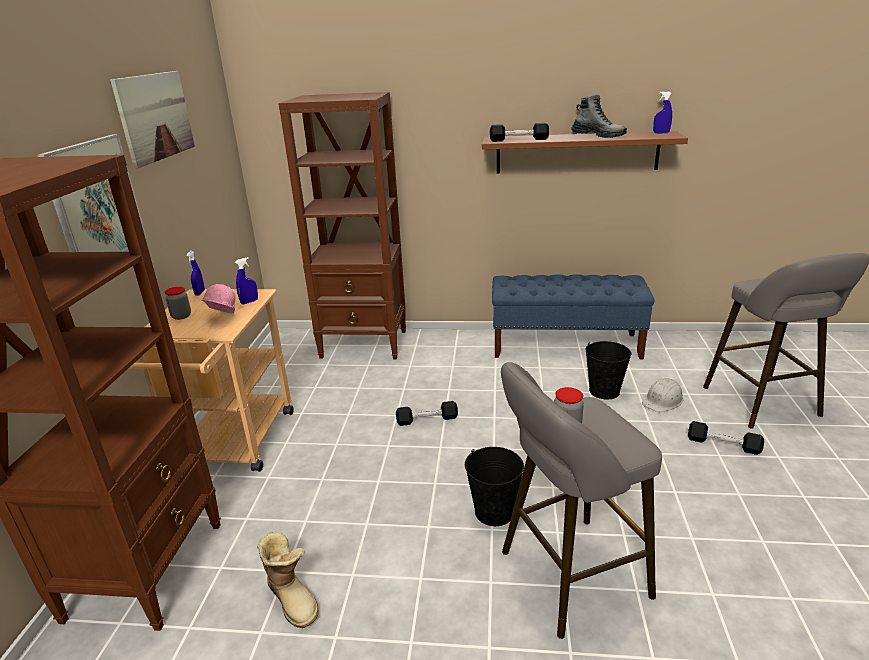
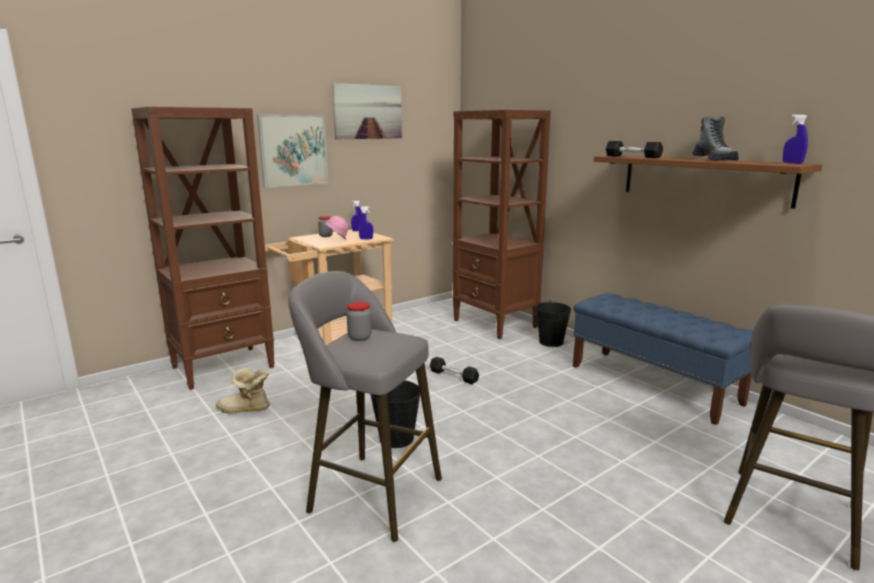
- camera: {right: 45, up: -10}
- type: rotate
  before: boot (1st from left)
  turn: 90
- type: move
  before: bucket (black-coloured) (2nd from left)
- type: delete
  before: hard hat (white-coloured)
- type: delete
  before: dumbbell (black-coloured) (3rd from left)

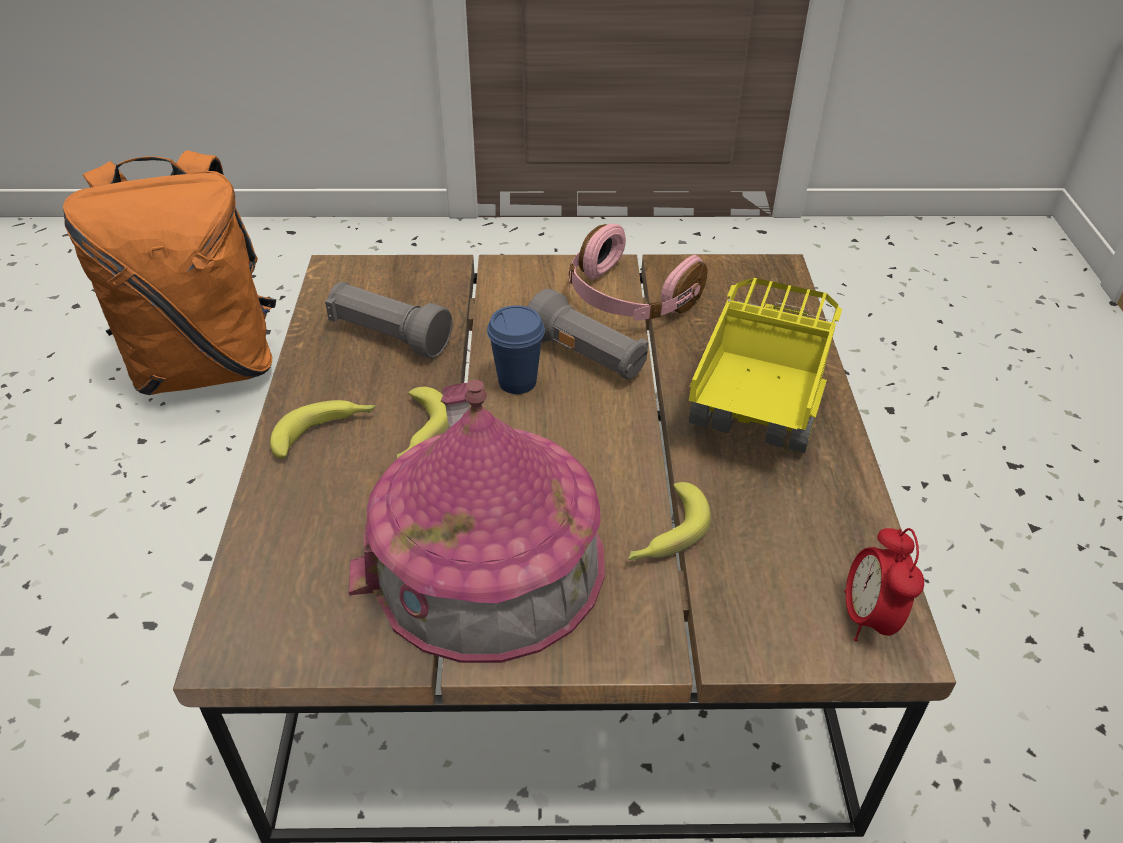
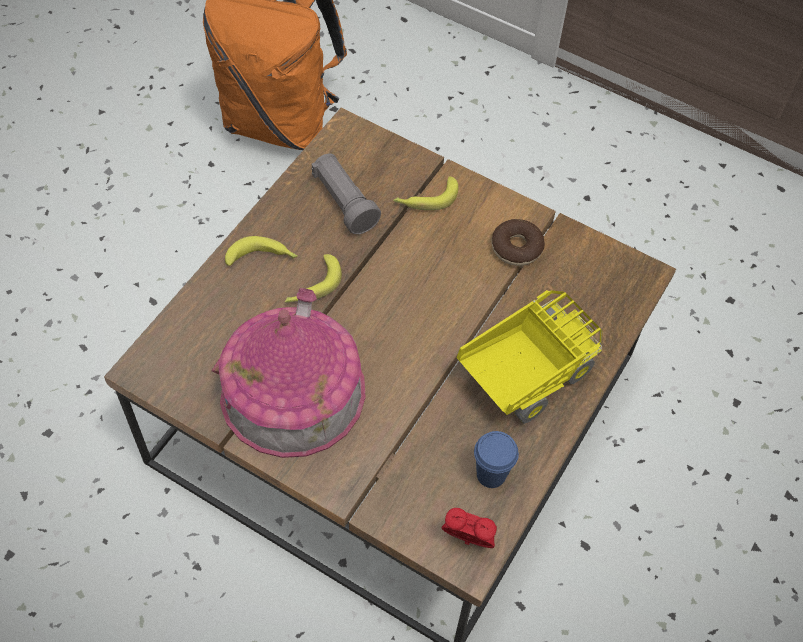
- camera: {right: 30, up: 15}
- type: move
  before: banana (3rd from left)
- type: rotate
  before: alarm clock
  turn: 75
- type: move
  before: small cup (blue)
- type: replace
  before: pair of headphones (pink)
  after: doughnut
- type: delete
  before: hand torch (grey) (2nd from left)

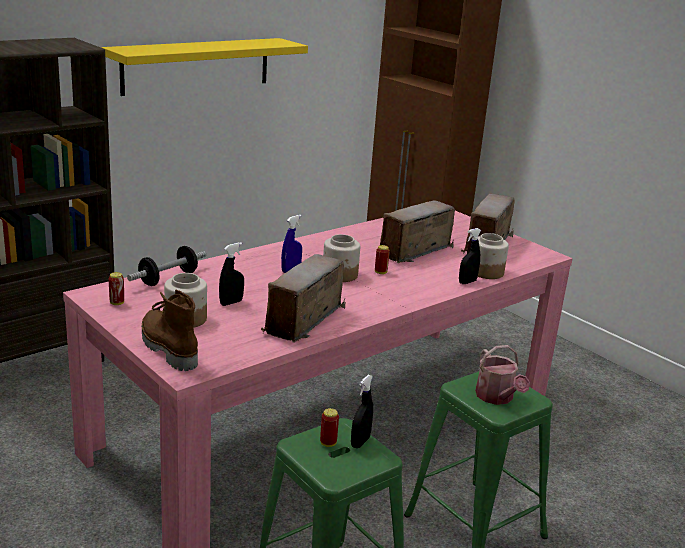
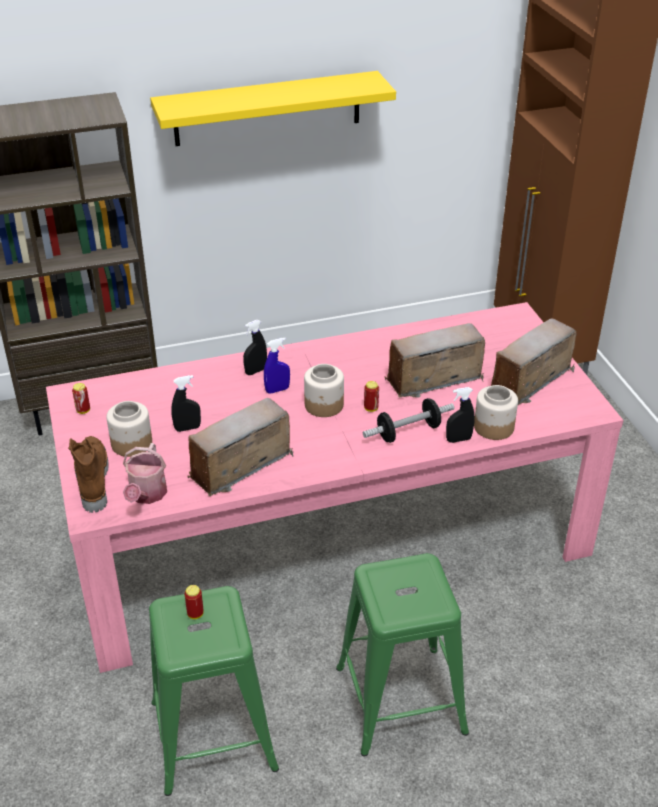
- camera: {right: 25, up: 15}
- type: move
  before: watering can
- type: move
  before: spray bottle (black-coloured) (2nd from left)
- type: move
  before: dumbbell

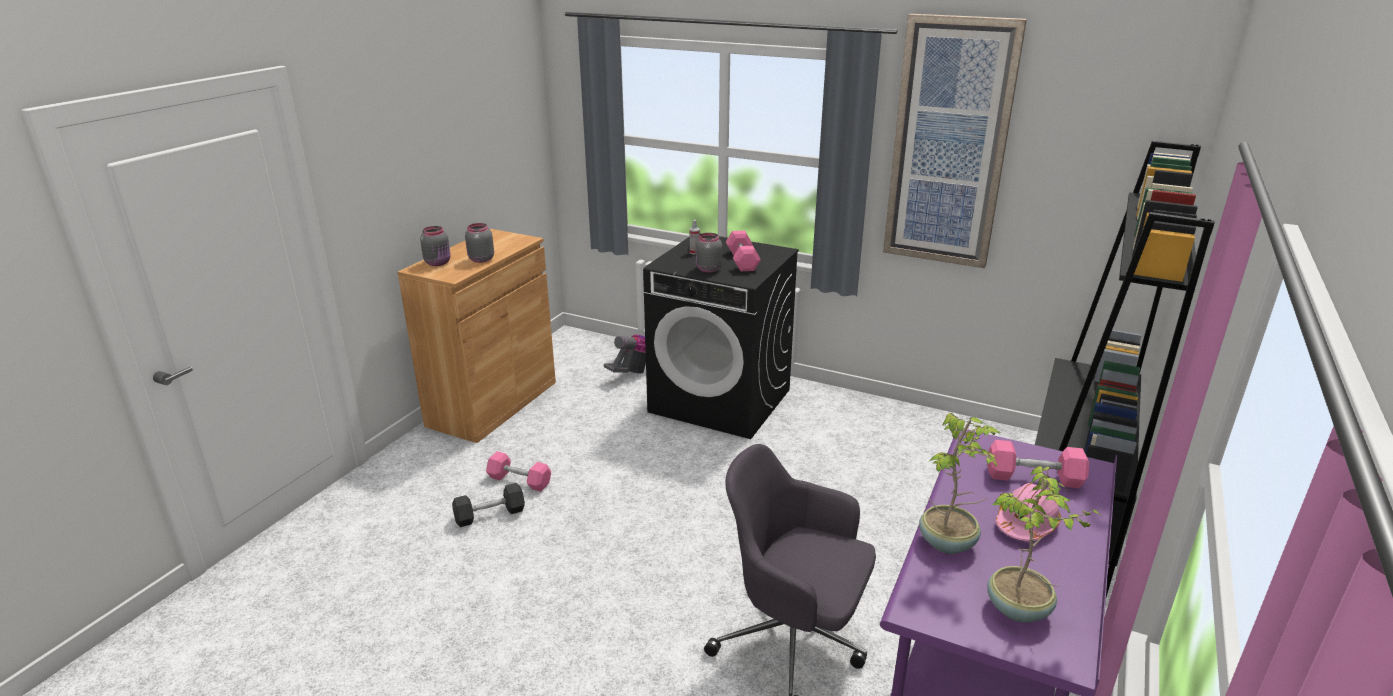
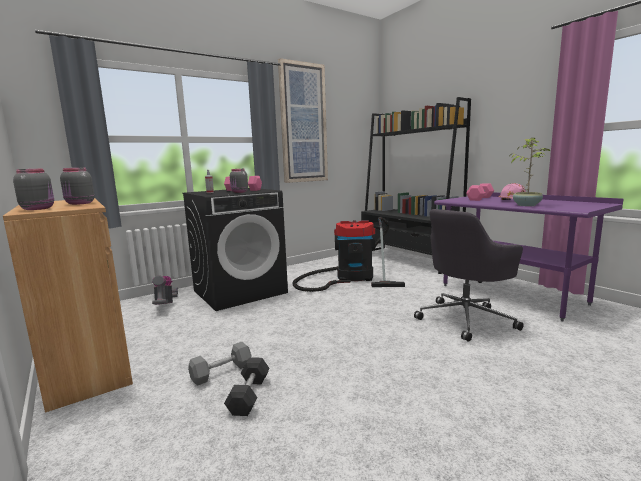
- camera: {right: -60, up: -15}
- type: recolor
  before: dumbbell (pink) (1st from left)
  after: dumbbell (grey) (1st from left)
- type: insert
  after: vacuum cleaner (2nd from left)
- type: delete
  before: potted plant (2nd from left)

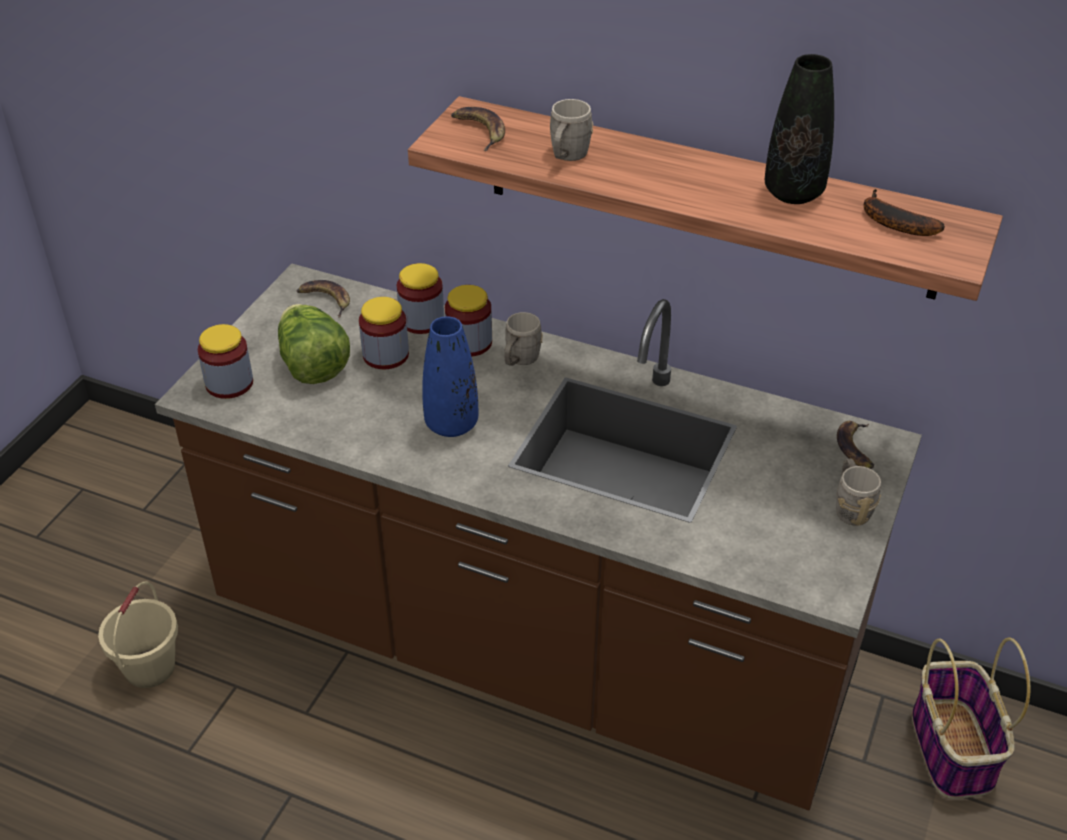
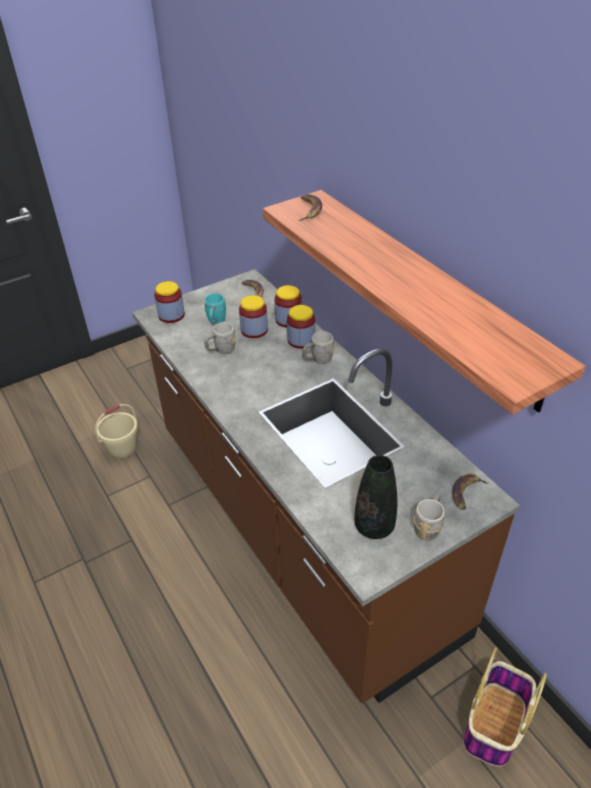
- camera: {right: 35, up: 0}
- type: move
  before: tea mug (grey) (2nd from left in the first image)
  after: tea mug (grey) (1st from left)
- type: replace
  before: lettuce
  after: tea mug (blue-green)
- type: move
  before: vase (black-coloured)
- type: delete
  before: vase (blue)
- type: delete
  before: banana (4th from left)

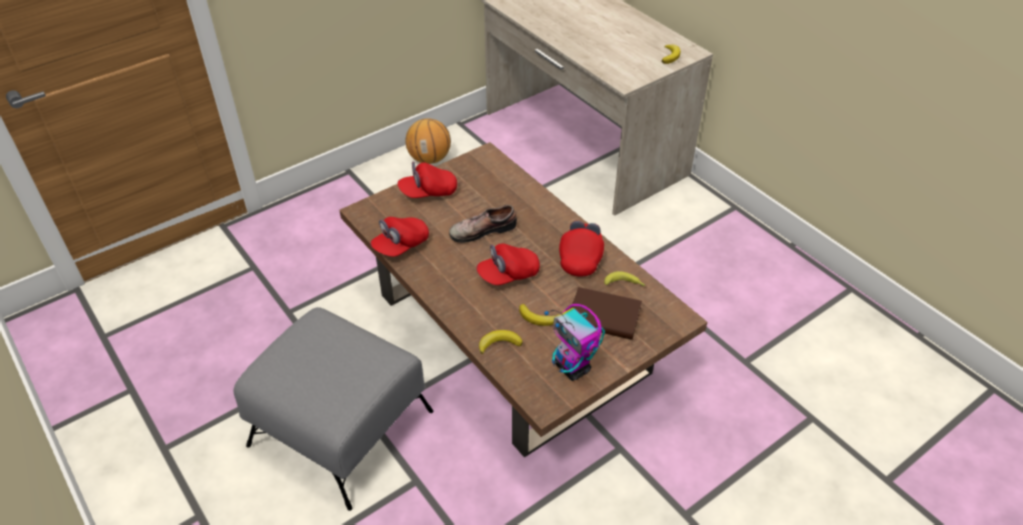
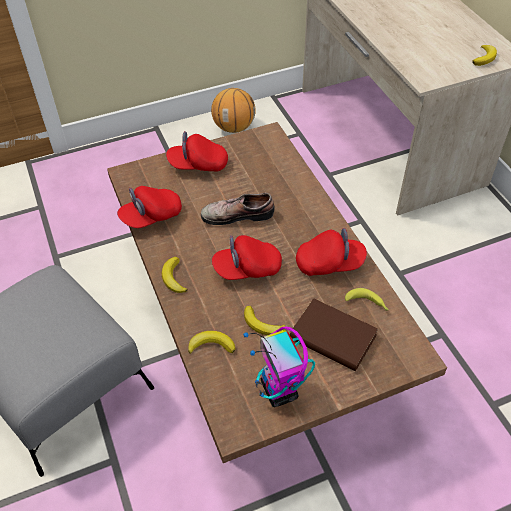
- camera: {right: 15, up: 5}
- type: insert
  after: banana (1st from left)
- type: rotate
  before: baseball cap (red) (4th from left)
  turn: 60

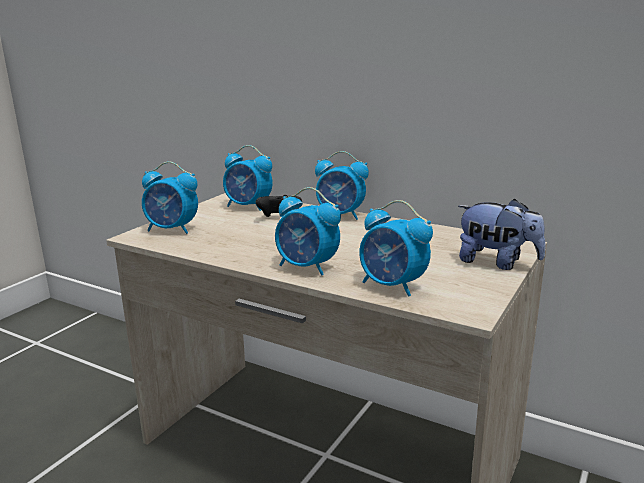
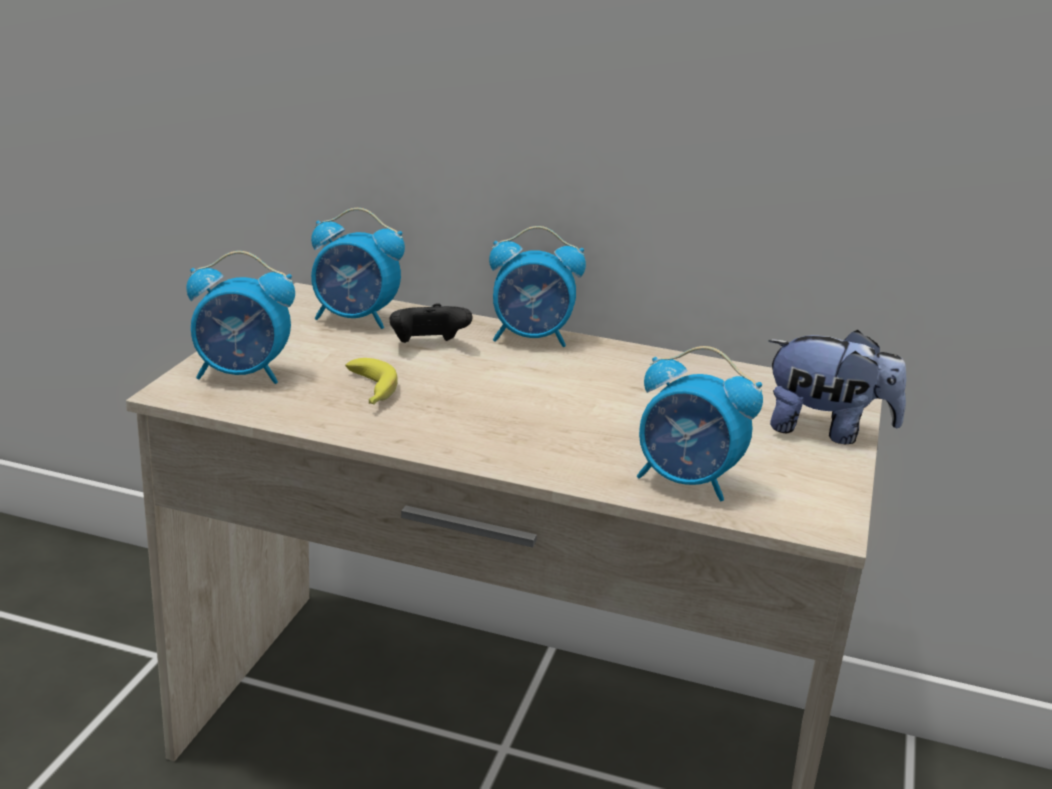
- camera: {right: -15, up: 5}
- type: insert
  after: banana
- type: delete
  before: alarm clock (3rd from left)

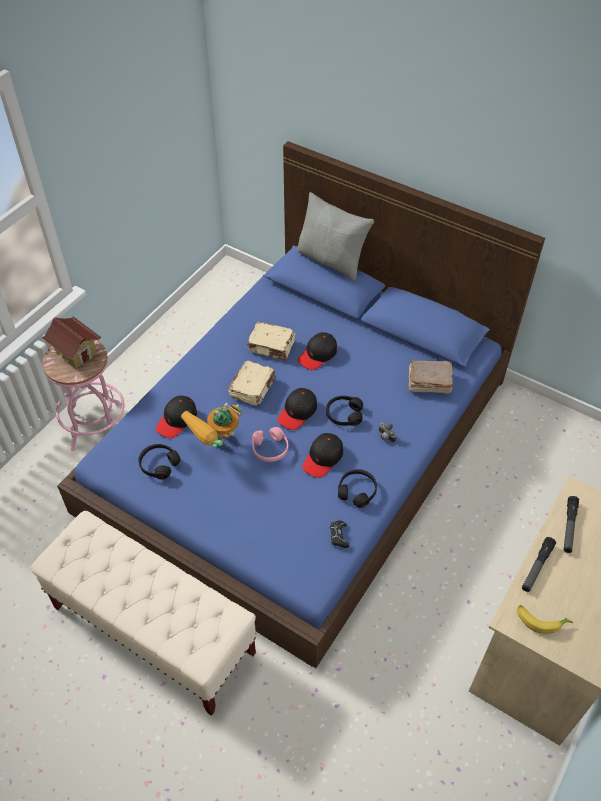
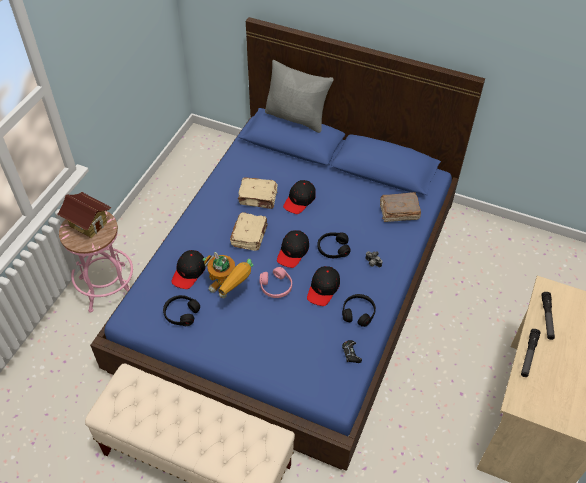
- camera: {right: -10, up: 0}
- type: rotate
  before: robot figure
  turn: -90
- type: delete
  before: banana

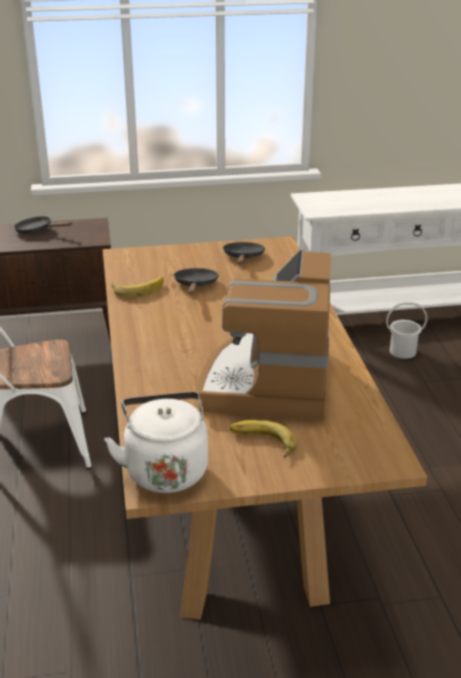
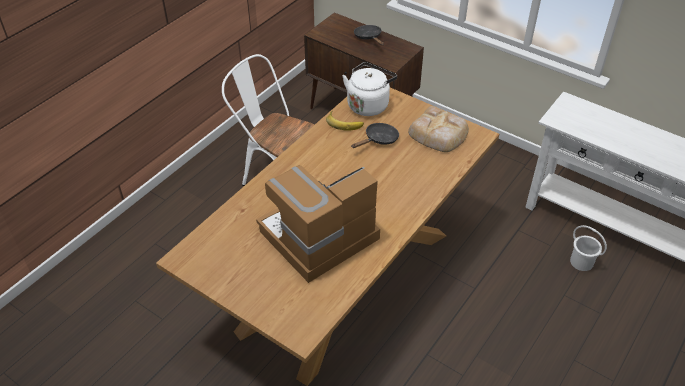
- camera: {right: 45, up: 15}
- type: move
  before: water kettle (white-coloured)
- type: replace
  before: frying pan (black-coloured) (3rd from left)
  after: bakery bread
- type: delete
  before: banana (2nd from left)

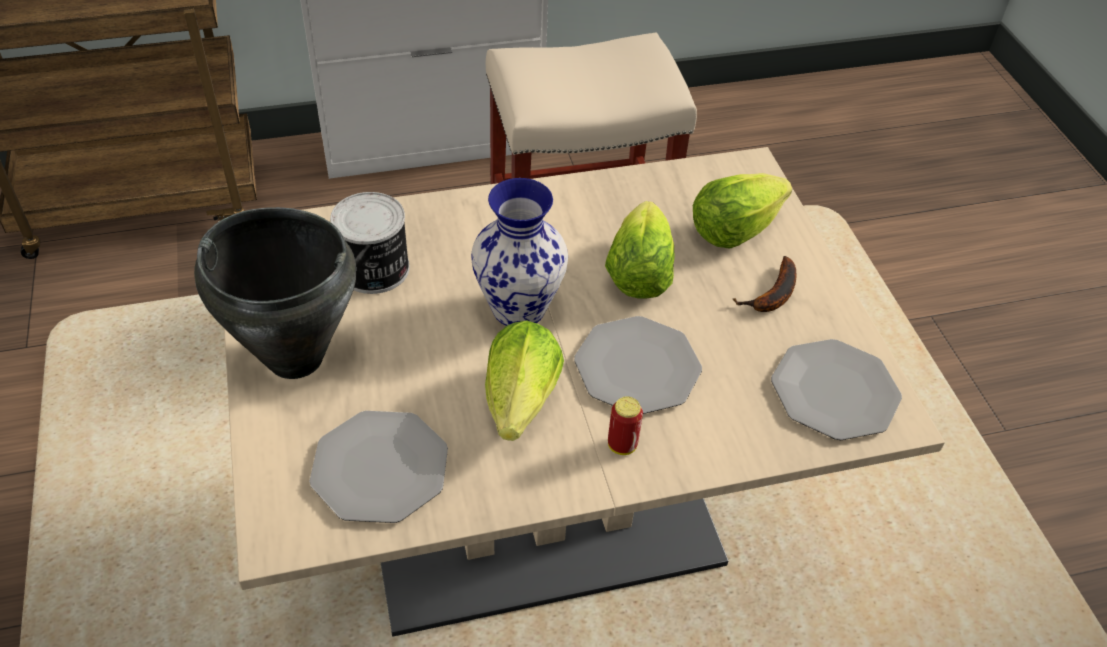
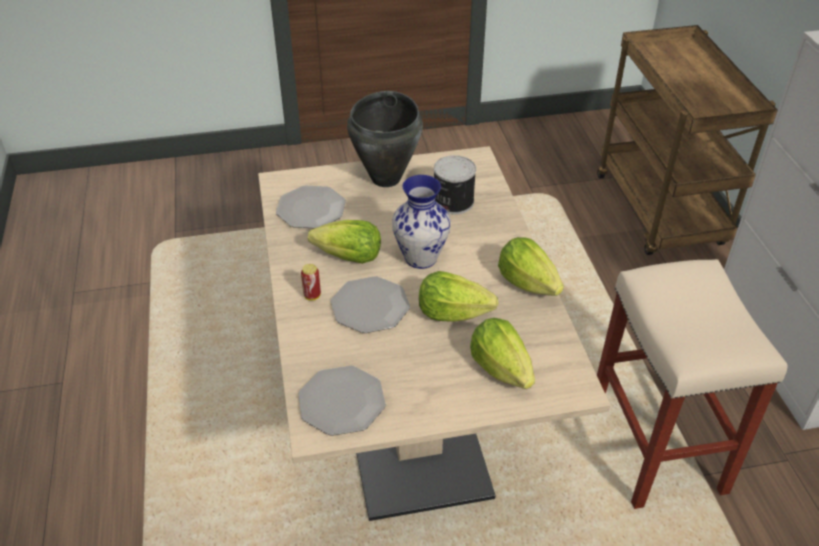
- camera: {right: 95, up: -5}
- type: insert
  after: lettuce (4th from left)
- type: delete
  before: banana

